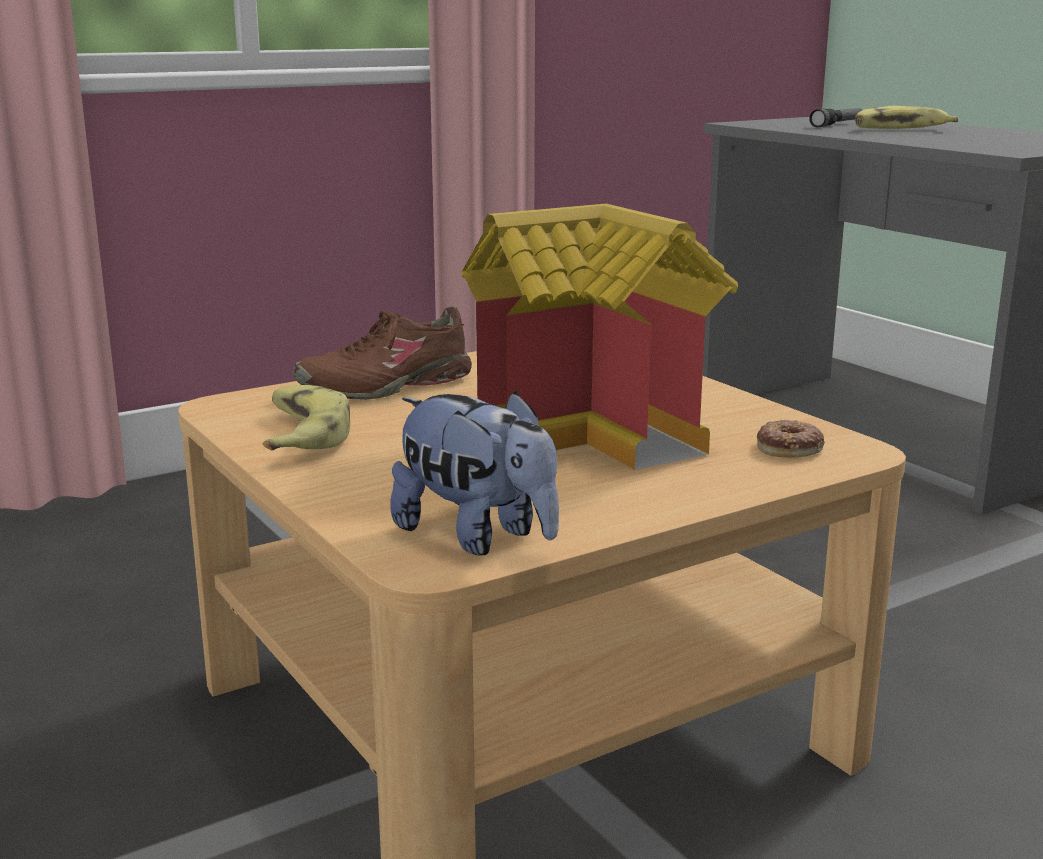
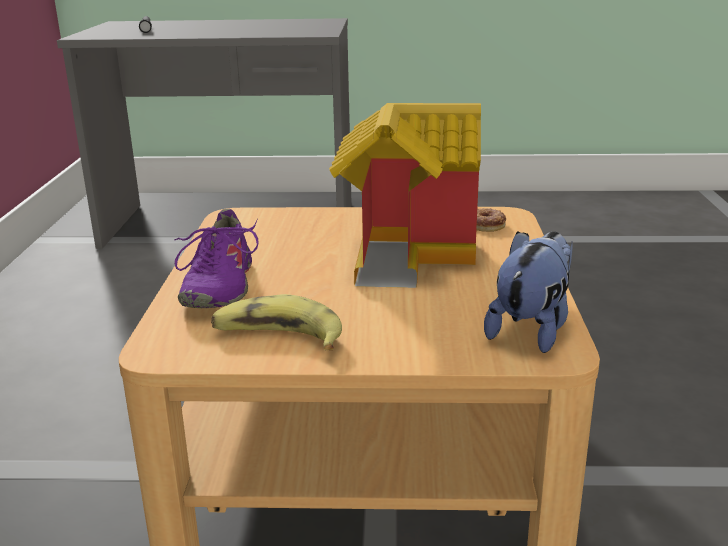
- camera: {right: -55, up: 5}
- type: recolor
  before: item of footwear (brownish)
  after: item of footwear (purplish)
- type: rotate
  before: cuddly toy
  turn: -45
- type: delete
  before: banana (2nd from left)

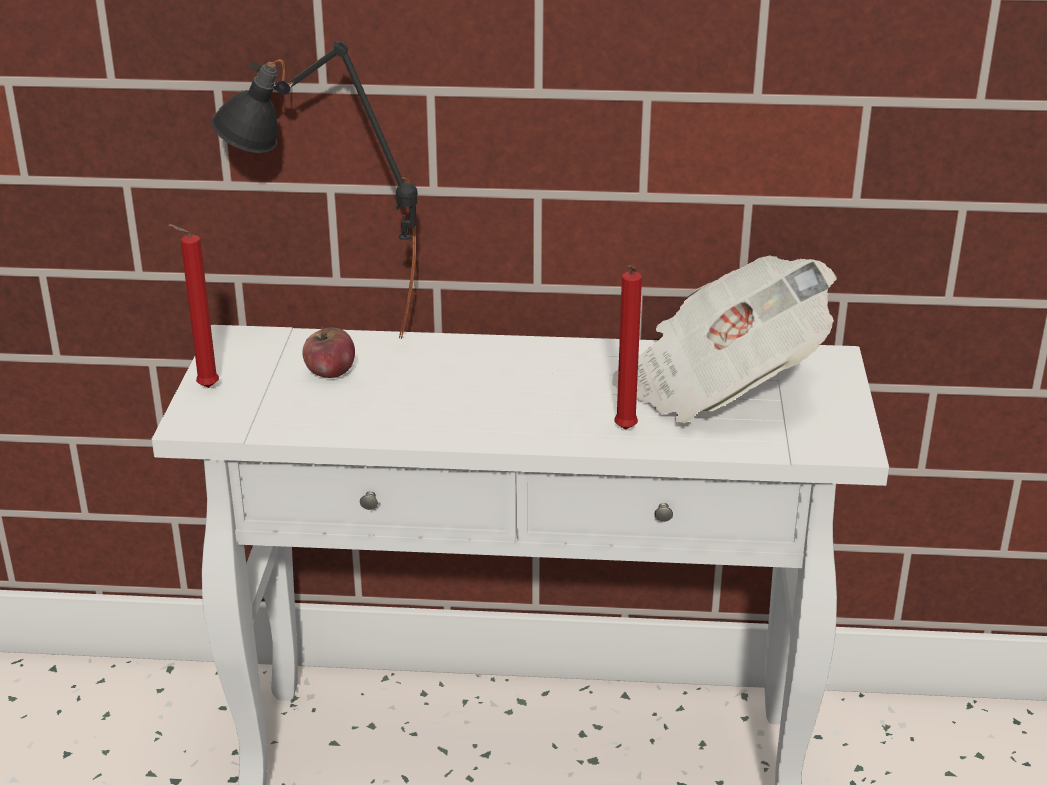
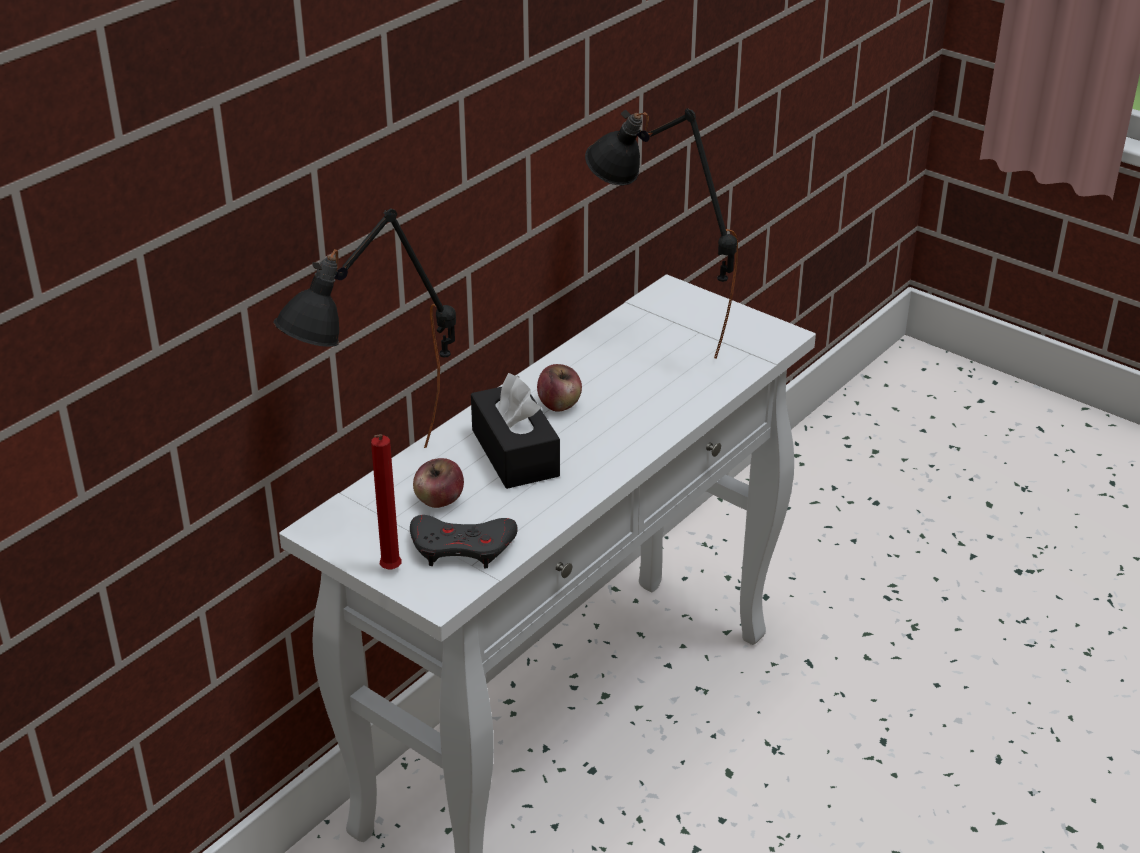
- camera: {right: -55, up: 5}
- type: insert
  after: game controller (grey)
- type: insert
  after: box of tissues (black-coloured)
- type: insert
  after: apple (2nd from left)
- type: replace
  before: daily paper
  after: table lamp (black-coloured) (2nd from left)
- type: delete
  before: wax light (red) (2nd from left)

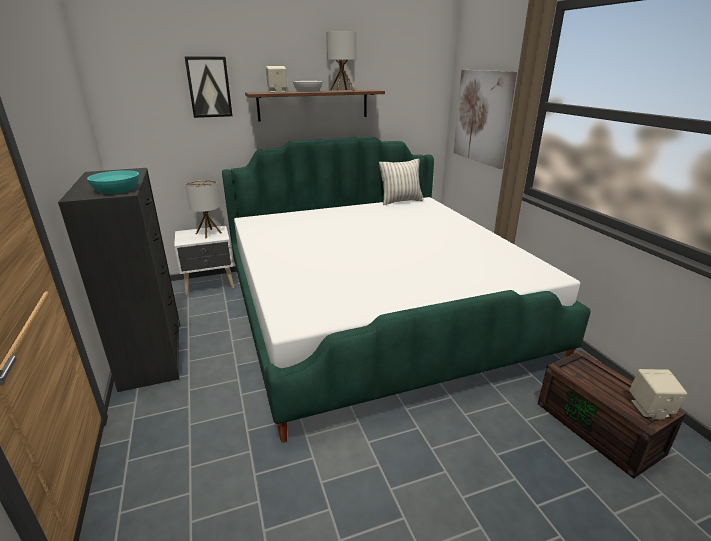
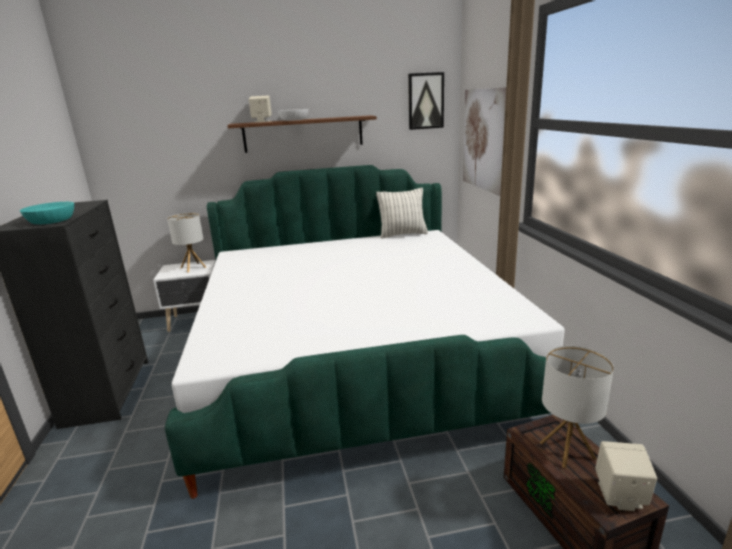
- camera: {right: 10, up: -5}
- type: move
  before: wall art (1st from left)
- type: move
  before: table lamp (2nd from left)

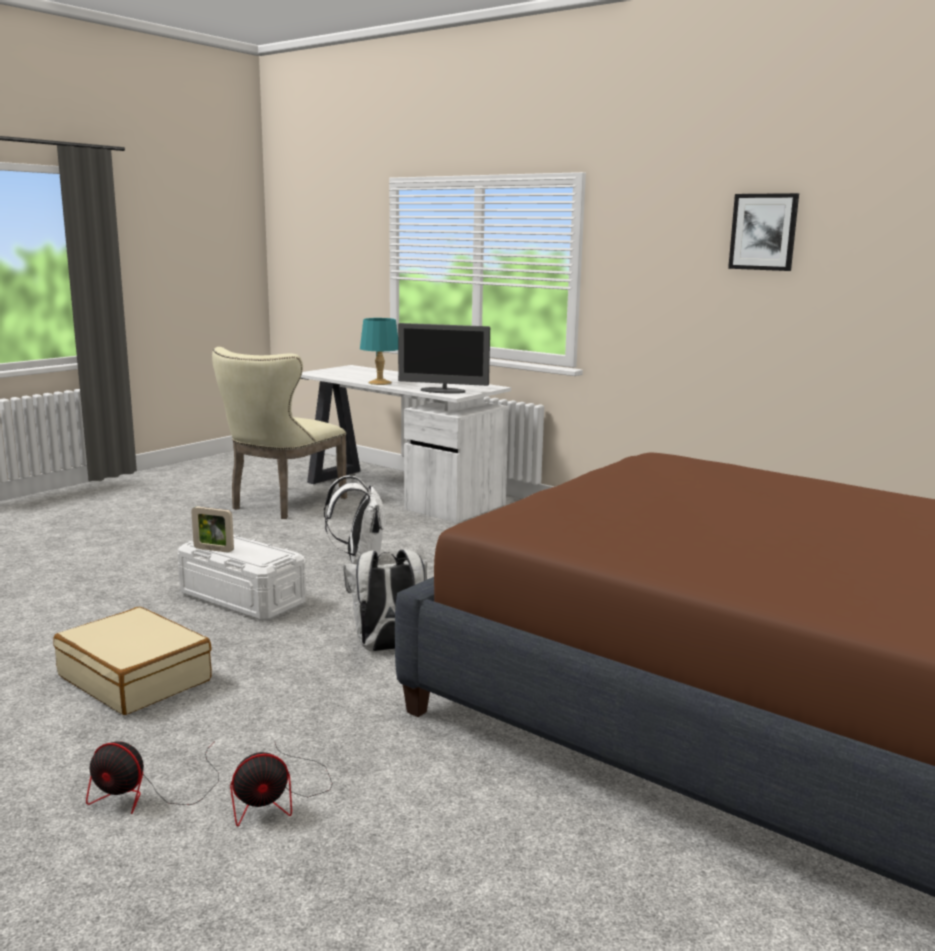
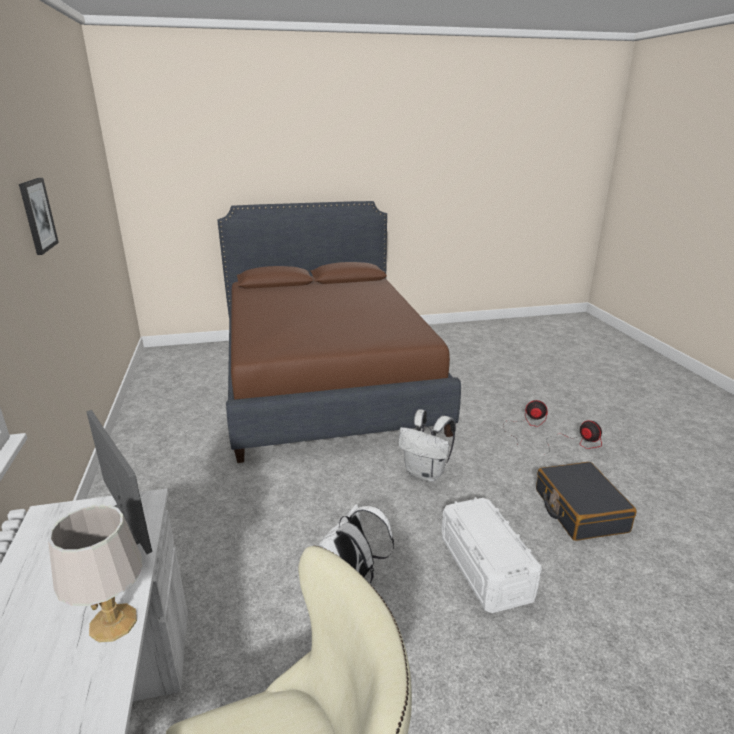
- camera: {right: -140, up: 10}
- type: recolor
  before: table lamp (blue-green)
  after: table lamp (grey)
- type: recolor
  before: travel case (sand-coloured)
  after: travel case (black-coloured)
- type: delete
  before: standing frame

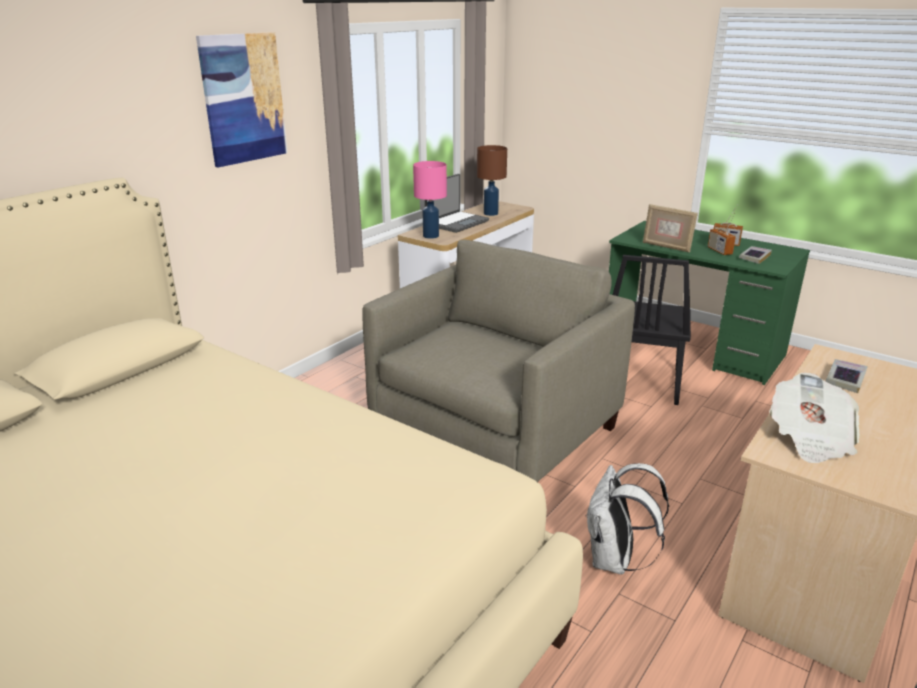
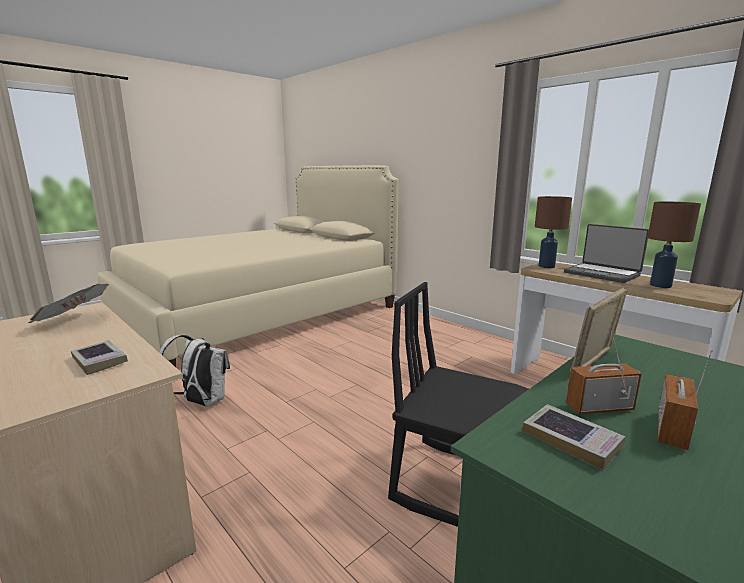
- camera: {right: 100, up: -10}
- type: recolor
  before: table lamp (pink)
  after: table lamp (brownish) (1st from left)
- type: delete
  before: wall art
- type: delete
  before: easy chair (sand-coloured)

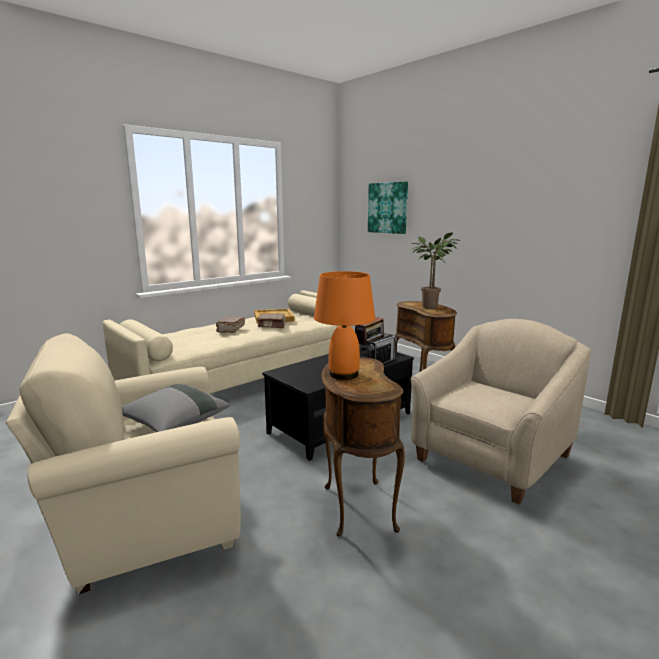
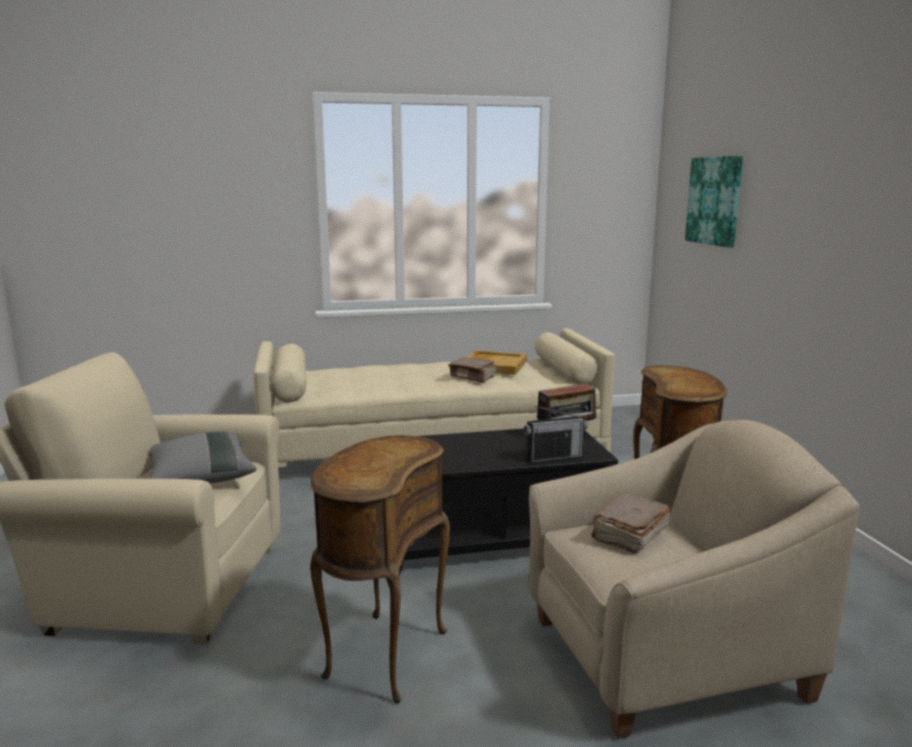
- camera: {right: 30, up: 0}
- type: move
  before: book (brownish) (1st from left in the first image)
  after: book (brownish) (2nd from left)
- type: delete
  before: table lamp (orange-coloured)
- type: delete
  before: potted plant

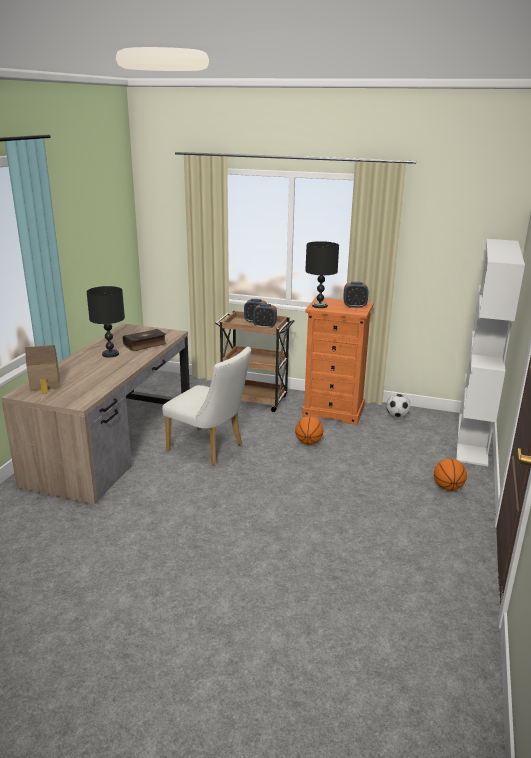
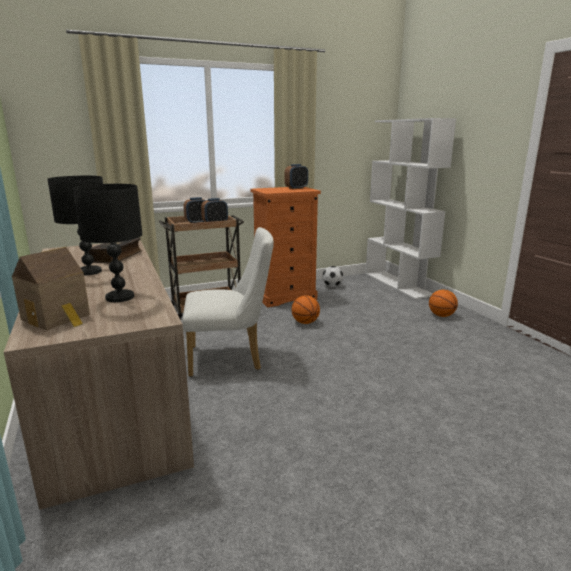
- camera: {right: -40, up: -5}
- type: move
  before: table lamp (black-coloured) (2nd from left)

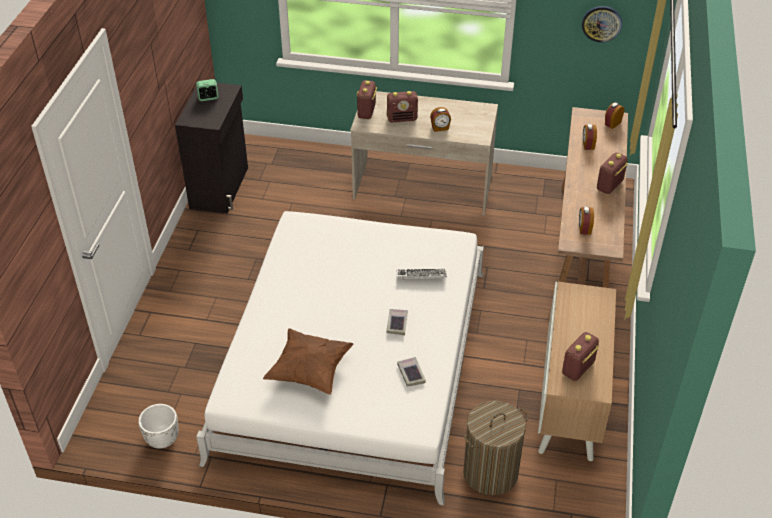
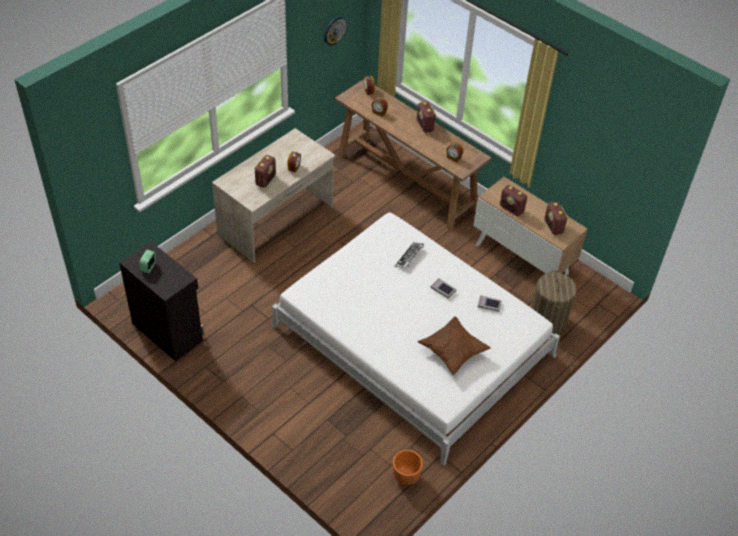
- camera: {right: -60, up: 5}
- type: recolor
  before: planter (white-coloured)
  after: planter (orange-coloured)
- type: move
  before: radio (1st from left in the first image)
  after: radio (3rd from left)

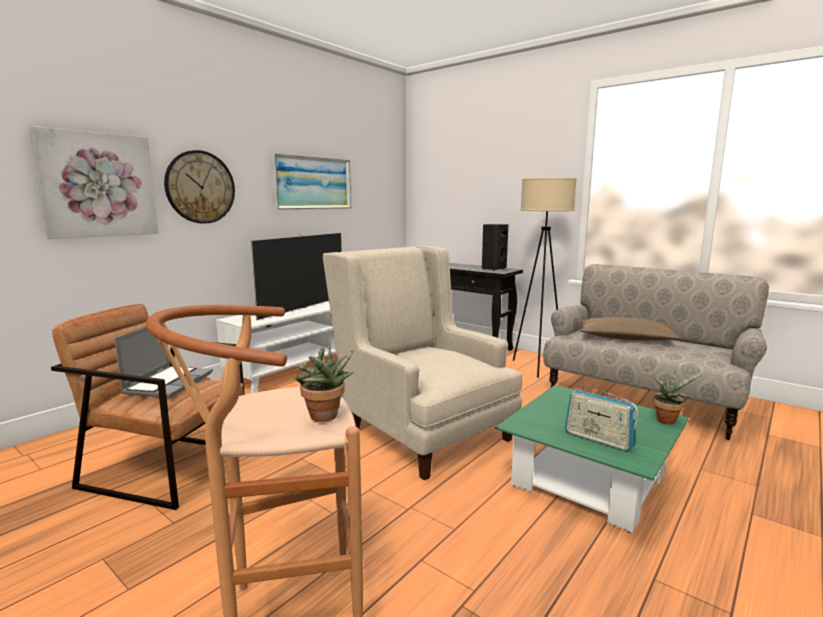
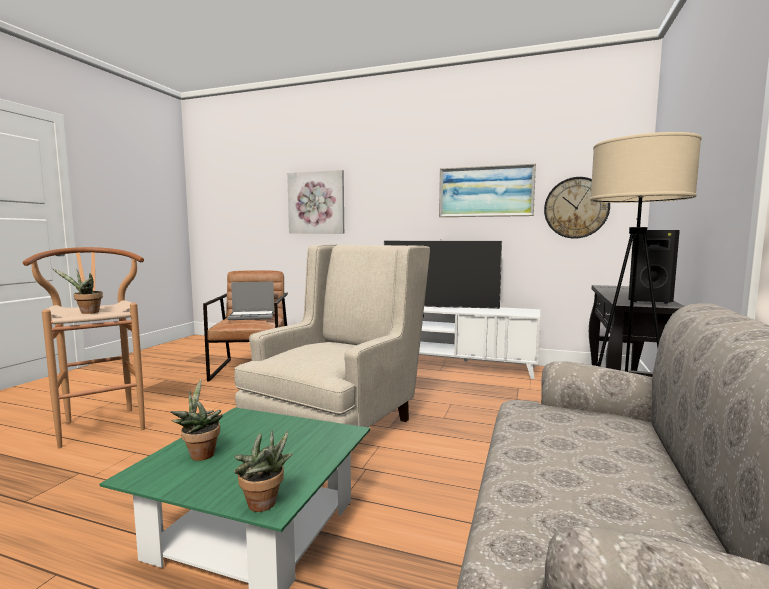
- camera: {right: 70, up: -5}
- type: replace
  before: radio
  after: potted plant (2nd from left)
- type: move
  before: hanging clock
- type: delete
  before: pillow (brownish)

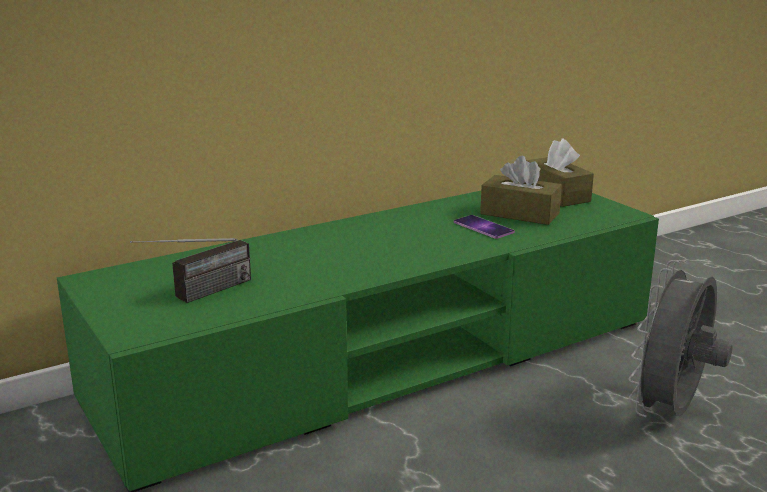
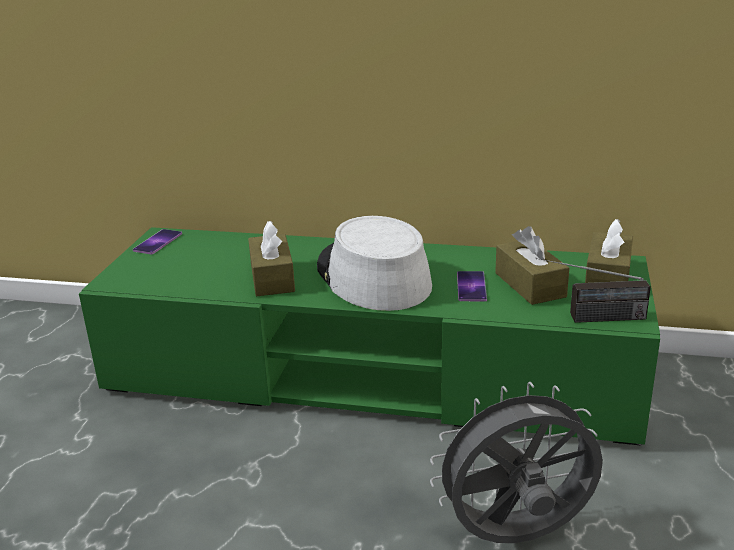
- camera: {right: 45, up: 5}
- type: insert
  after: telephone (1st from left)
- type: insert
  after: box of tissues (brownish) (1st from left)
- type: insert
  after: wearable hat (grey)
- type: move
  before: radio

